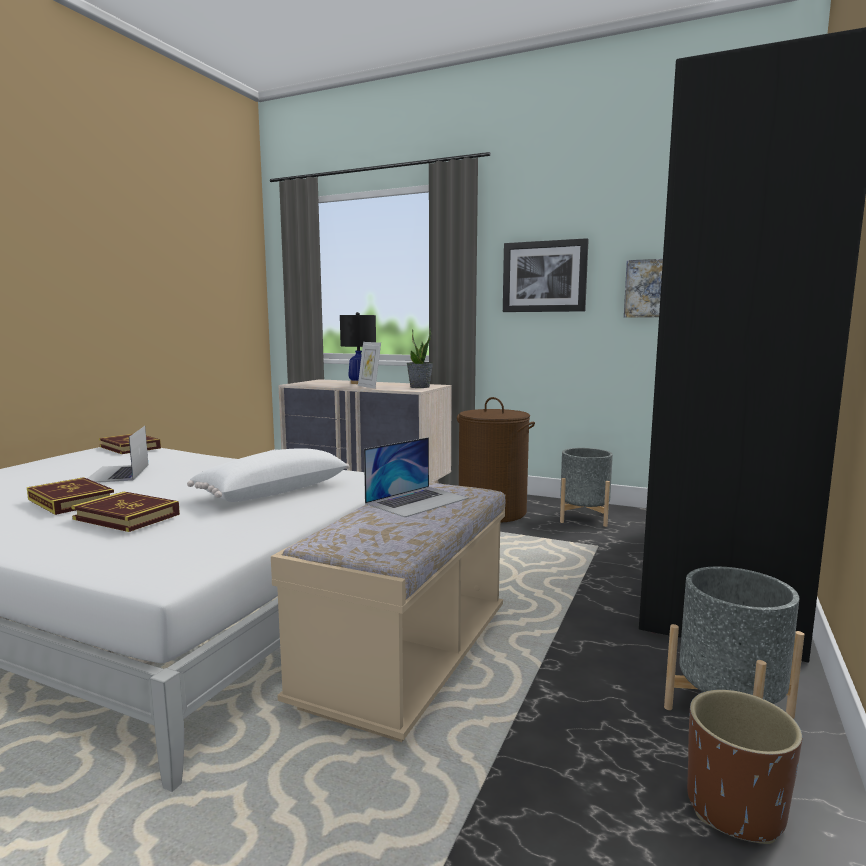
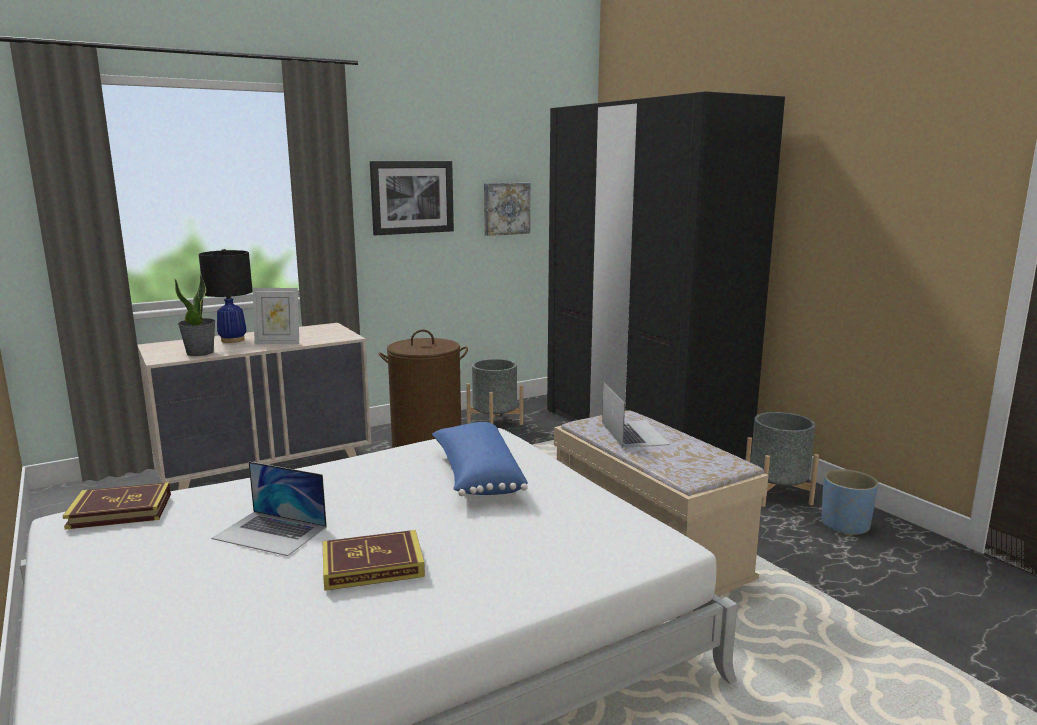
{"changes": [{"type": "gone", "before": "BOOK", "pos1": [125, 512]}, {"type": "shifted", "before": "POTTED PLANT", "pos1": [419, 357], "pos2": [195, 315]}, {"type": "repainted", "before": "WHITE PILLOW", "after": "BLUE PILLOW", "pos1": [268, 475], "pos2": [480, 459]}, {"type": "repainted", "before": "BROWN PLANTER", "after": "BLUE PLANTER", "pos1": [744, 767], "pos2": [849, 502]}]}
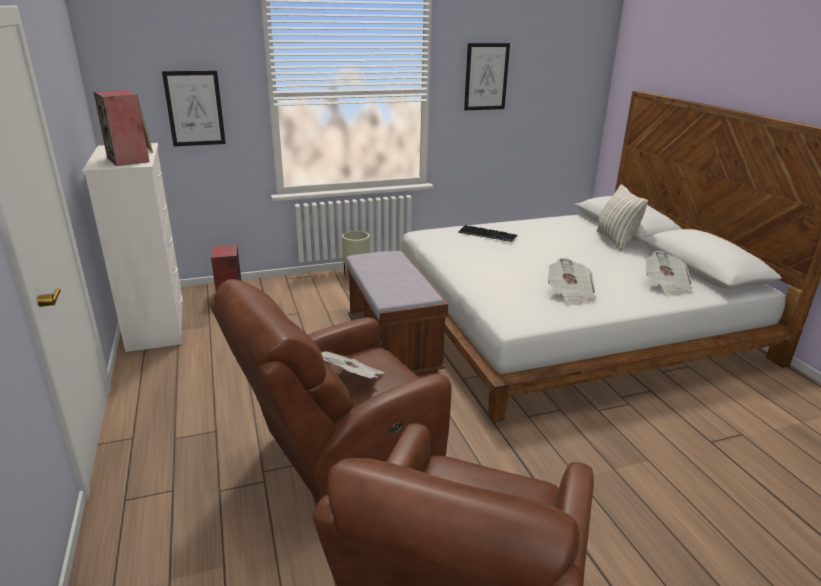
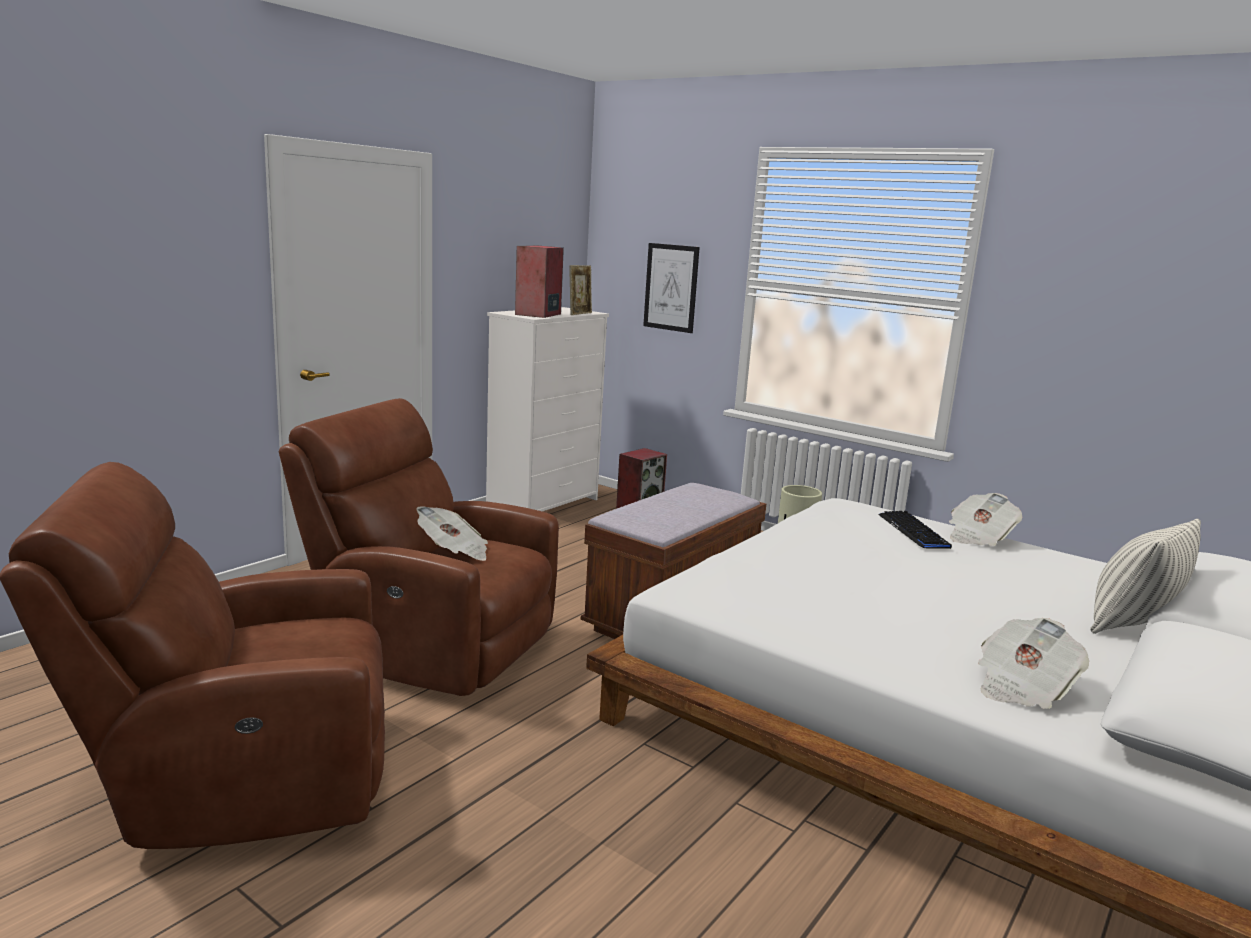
{"changes": [{"type": "gone", "before": "PICTURE", "pos1": [487, 76]}, {"type": "shifted", "before": "NEWSPAPER", "pos1": [571, 282], "pos2": [985, 519]}]}
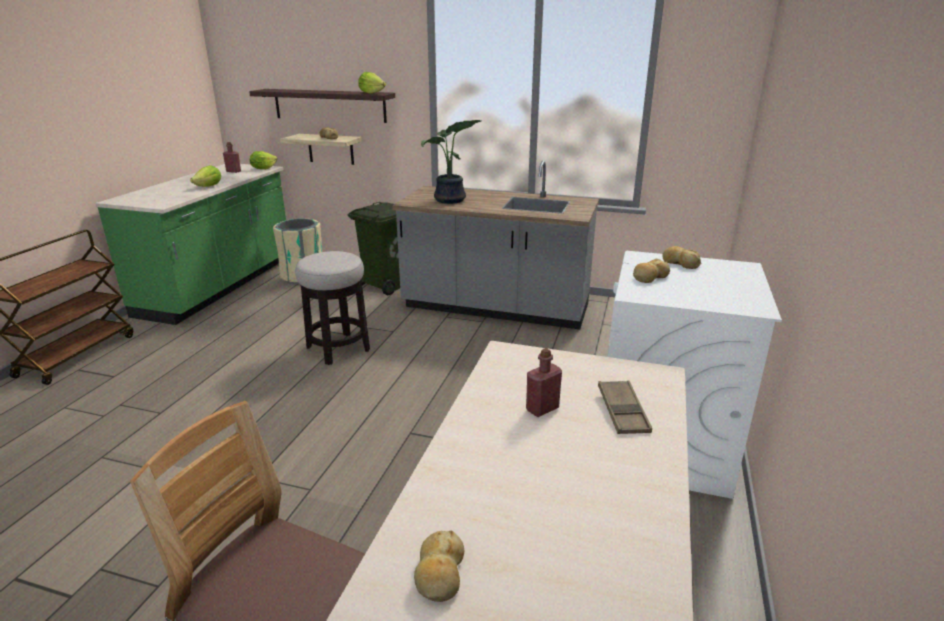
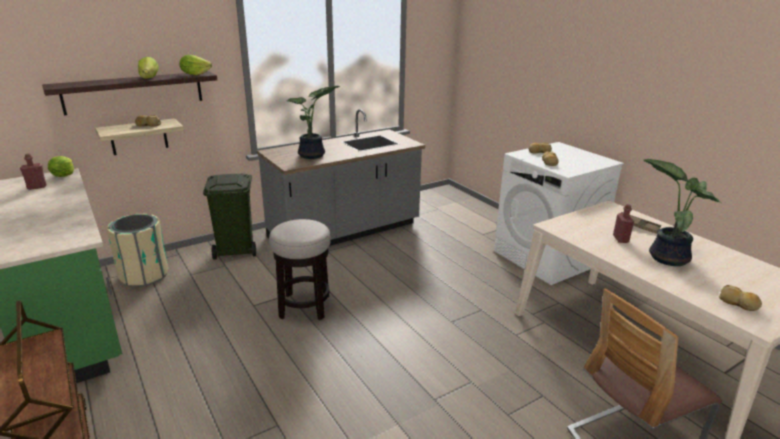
{"changes": [{"type": "new", "after": "POTTED PLANT", "pos2": [682, 212]}, {"type": "shifted", "before": "LETTUCE", "pos1": [205, 176], "pos2": [148, 68]}]}
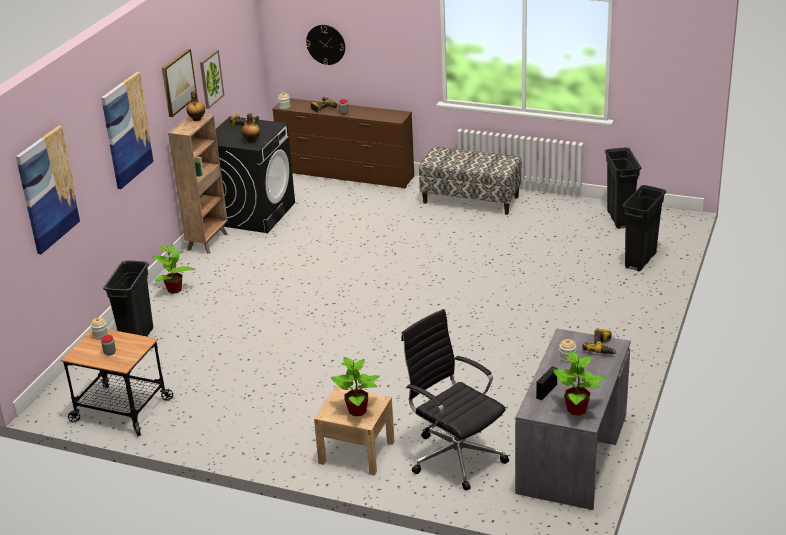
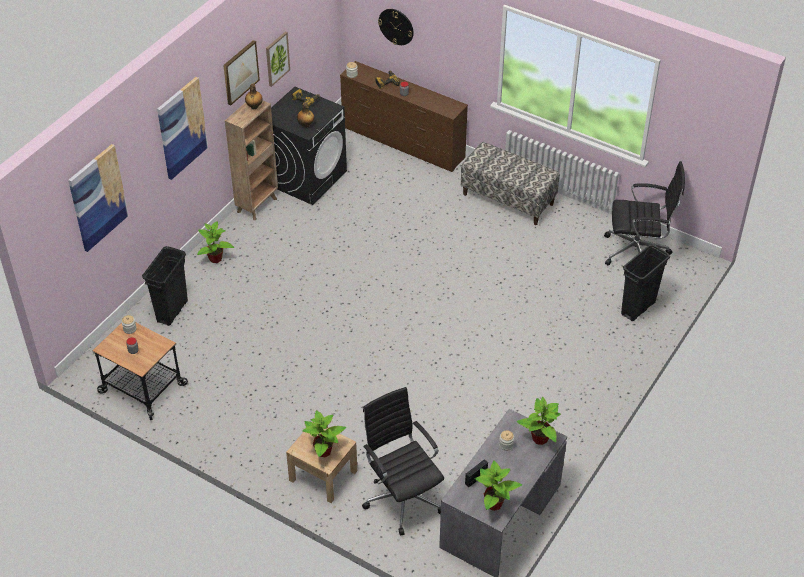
{"changes": [{"type": "swapped", "before": "POWER DRILL", "after": "POTTED PLANT", "pos1": [599, 341], "pos2": [539, 421]}, {"type": "swapped", "before": "BLACK TRASH CAN", "after": "BLACK OFFICE CHAIR", "pos1": [623, 188], "pos2": [644, 213]}]}
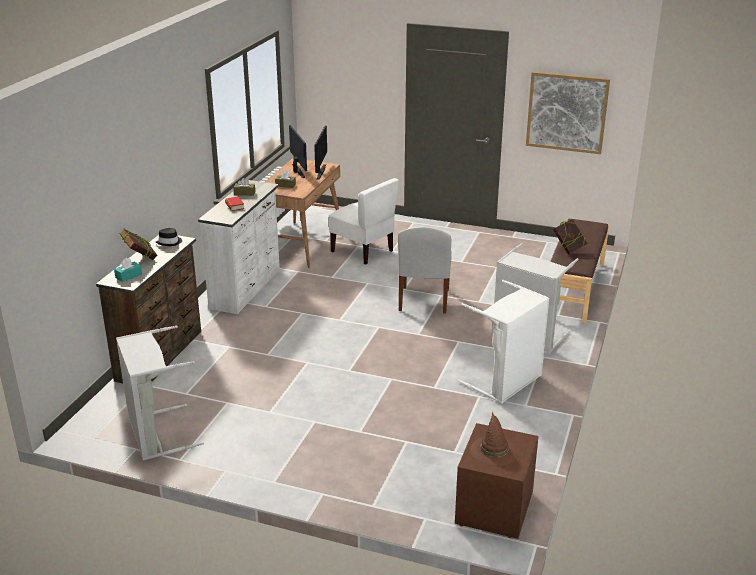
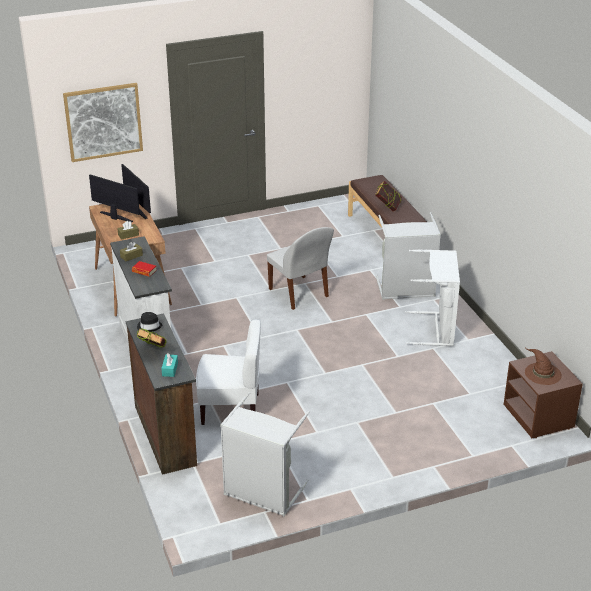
{"changes": [{"type": "shifted", "before": "WHITE CHAIR", "pos1": [364, 221], "pos2": [228, 372]}, {"type": "shifted", "before": "PICTURE", "pos1": [568, 113], "pos2": [103, 122]}]}
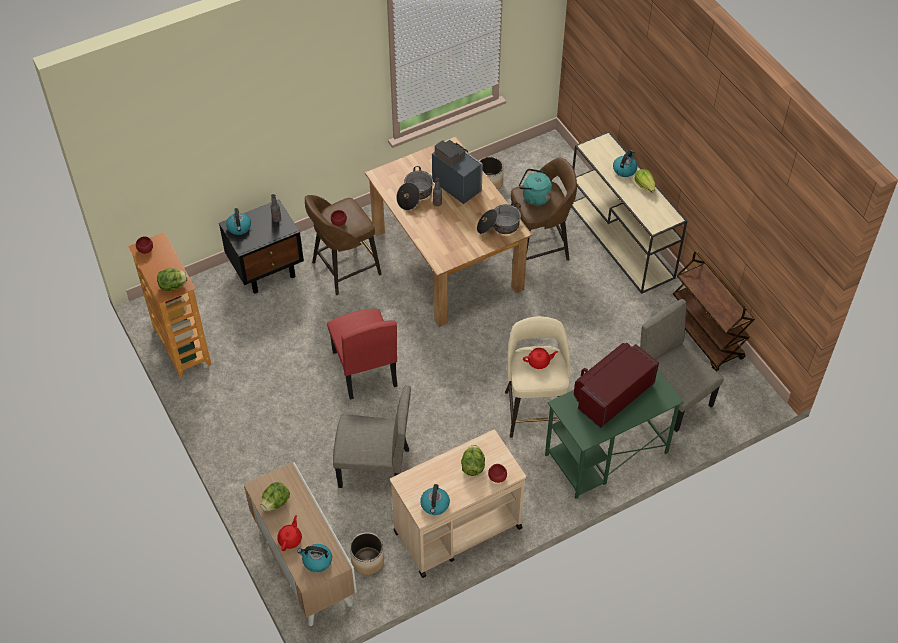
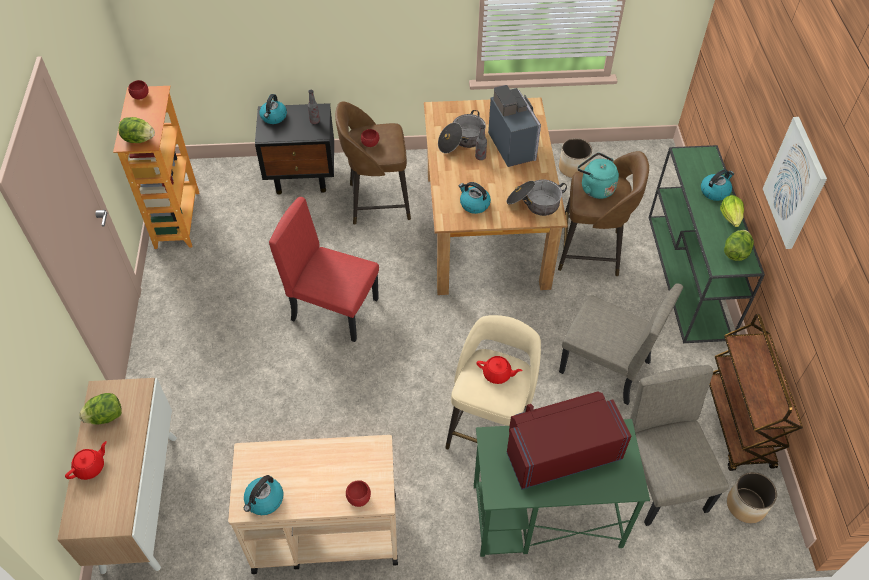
{"changes": [{"type": "new", "after": "PICTURE", "pos2": [795, 183]}, {"type": "shifted", "before": "KETTLE", "pos1": [314, 558], "pos2": [474, 198]}, {"type": "shifted", "before": "BEIGE CHAIR", "pos1": [372, 436], "pos2": [621, 344]}, {"type": "shifted", "before": "PLANTER", "pos1": [367, 554], "pos2": [752, 497]}, {"type": "shifted", "before": "LETTUCE", "pos1": [473, 460], "pos2": [739, 245]}, {"type": "repainted", "before": "BEIGE CONSOLE TABLE", "after": "GREEN CONSOLE TABLE", "pos1": [629, 213], "pos2": [707, 244]}, {"type": "rotated", "before": "RED CHAIR", "pos1": [362, 354], "pos2": [324, 269], "turn": 105}]}
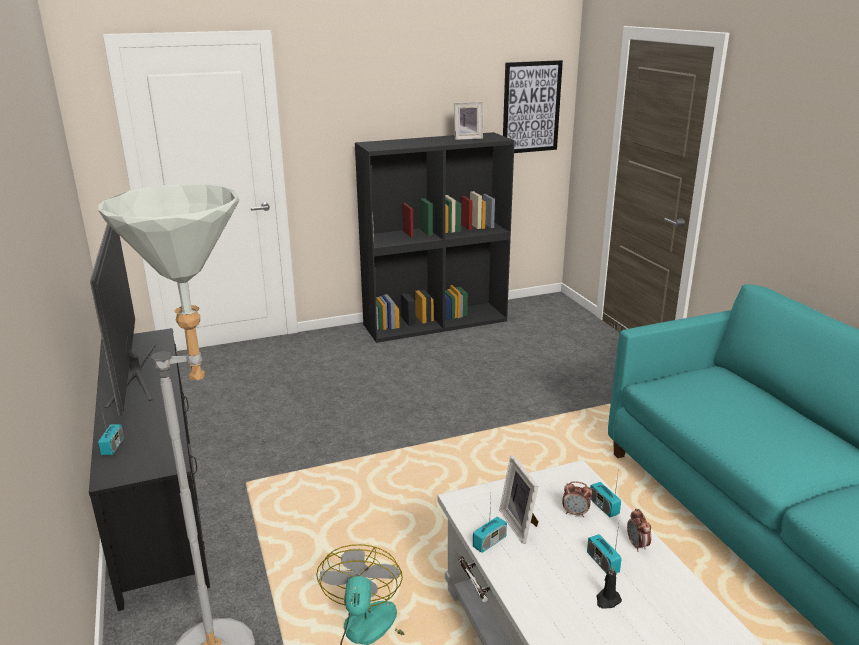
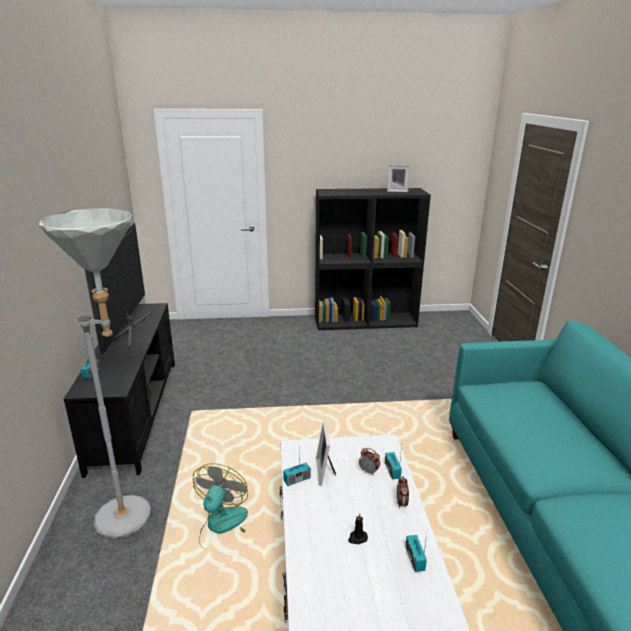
{"changes": [{"type": "gone", "before": "PICTURE", "pos1": [533, 106]}, {"type": "shifted", "before": "RADIO", "pos1": [604, 549], "pos2": [416, 553]}]}
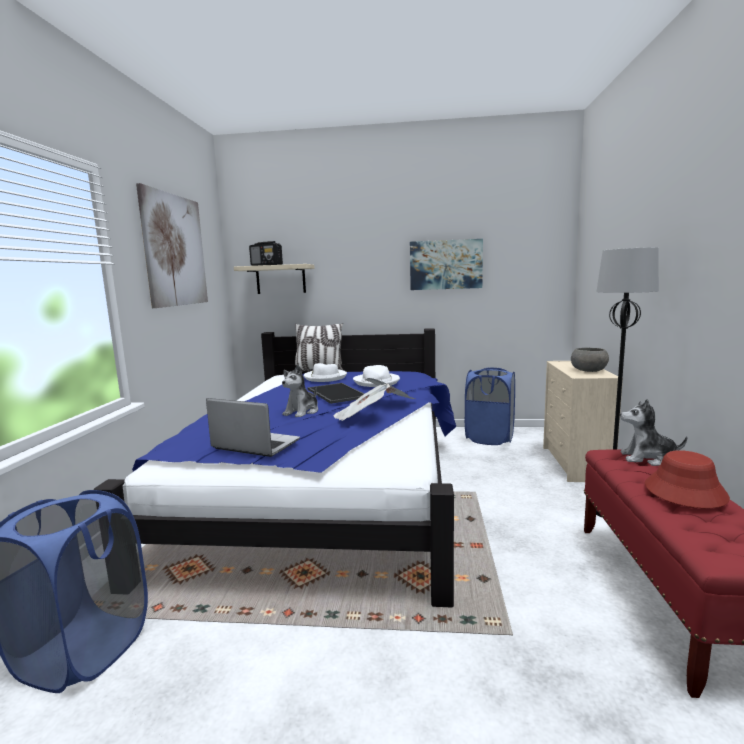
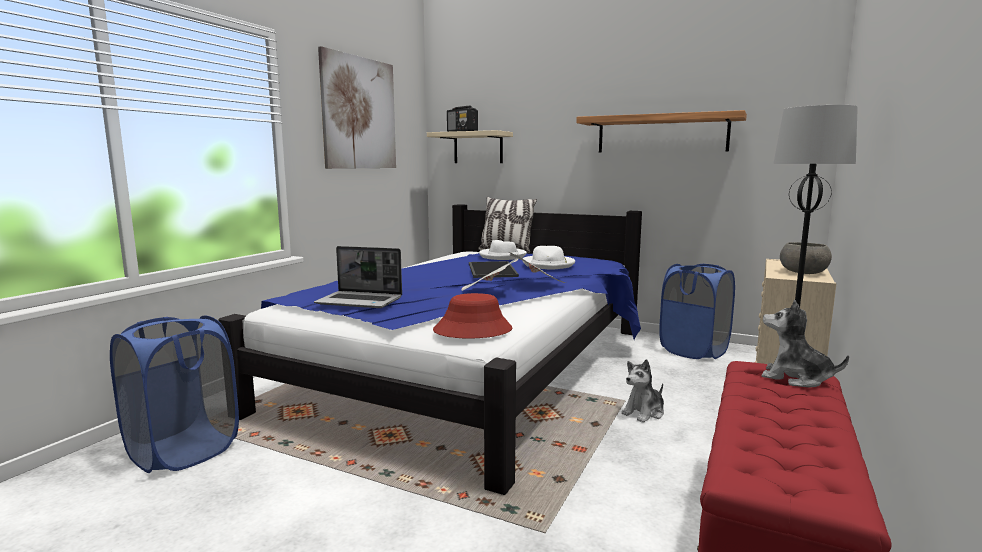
{"changes": [{"type": "shifted", "before": "PLUSH TOY", "pos1": [300, 391], "pos2": [642, 391]}, {"type": "shifted", "before": "RED HAT", "pos1": [687, 479], "pos2": [472, 316]}, {"type": "swapped", "before": "PICTURE", "after": "SHELF", "pos1": [446, 264], "pos2": [661, 131]}, {"type": "rotated", "before": "LAPTOP", "pos1": [253, 427], "pos2": [358, 277], "turn": 150}]}
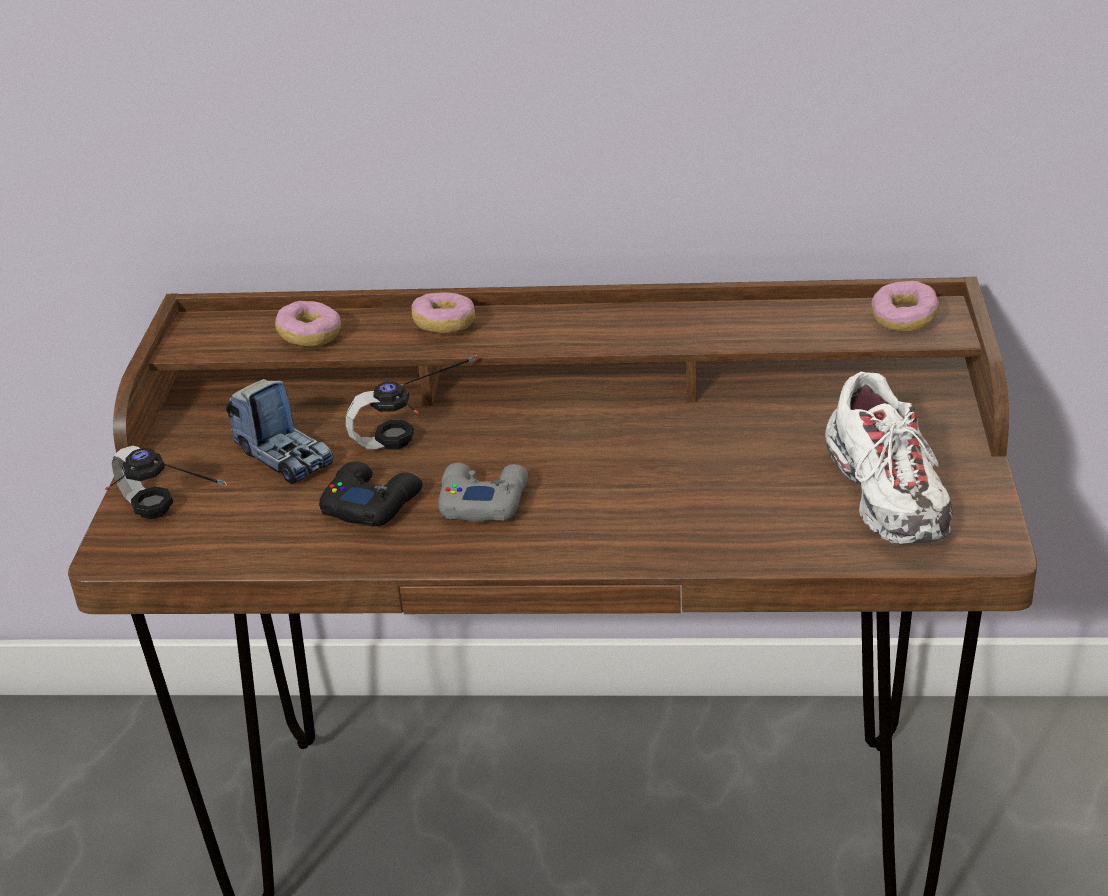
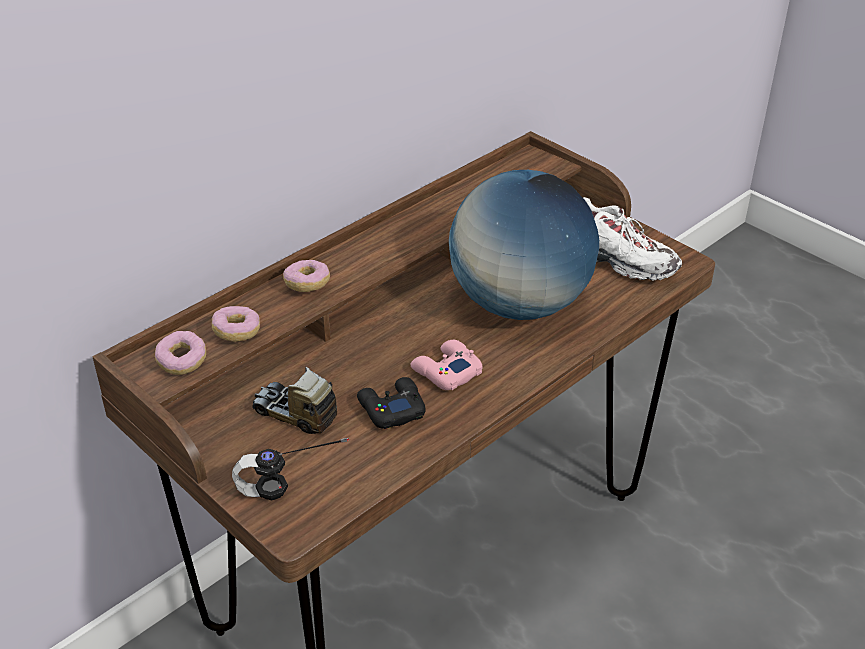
{"changes": [{"type": "gone", "before": "HEADPHONES", "pos1": [412, 402]}, {"type": "new", "after": "GLOBE", "pos2": [524, 245]}, {"type": "shifted", "before": "DONUT", "pos1": [905, 306], "pos2": [180, 353]}, {"type": "repainted", "before": "GREY GAME CONTROLLER", "after": "PINK GAME CONTROLLER", "pos1": [483, 492], "pos2": [447, 365]}, {"type": "rotated", "before": "TOY TRUCK", "pos1": [279, 432], "pos2": [294, 400], "turn": -150}]}
